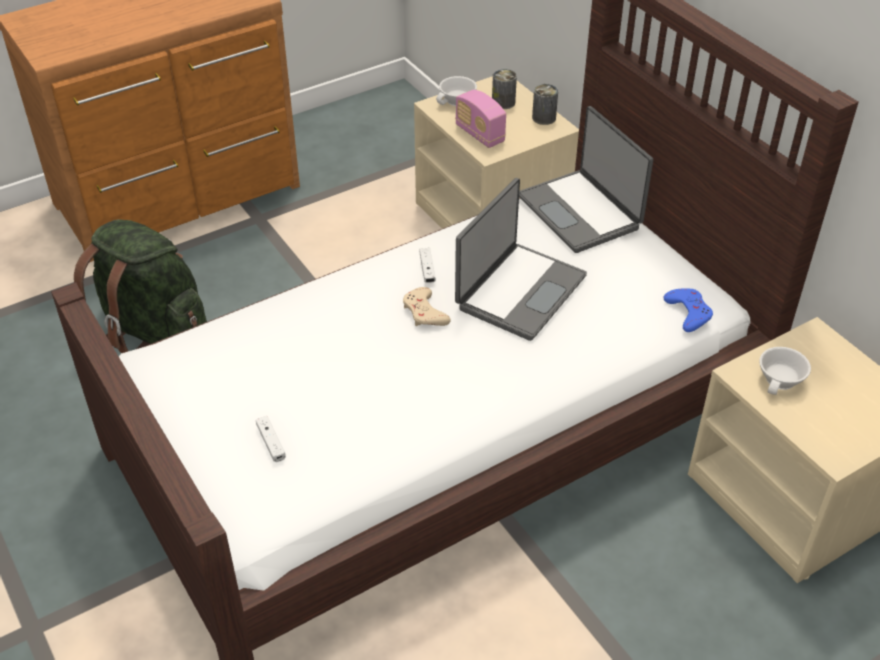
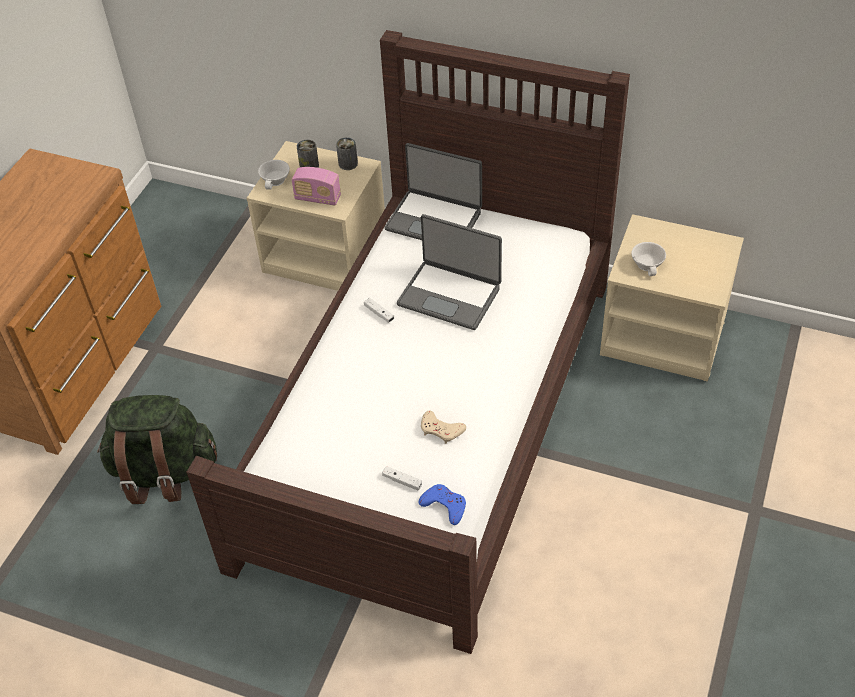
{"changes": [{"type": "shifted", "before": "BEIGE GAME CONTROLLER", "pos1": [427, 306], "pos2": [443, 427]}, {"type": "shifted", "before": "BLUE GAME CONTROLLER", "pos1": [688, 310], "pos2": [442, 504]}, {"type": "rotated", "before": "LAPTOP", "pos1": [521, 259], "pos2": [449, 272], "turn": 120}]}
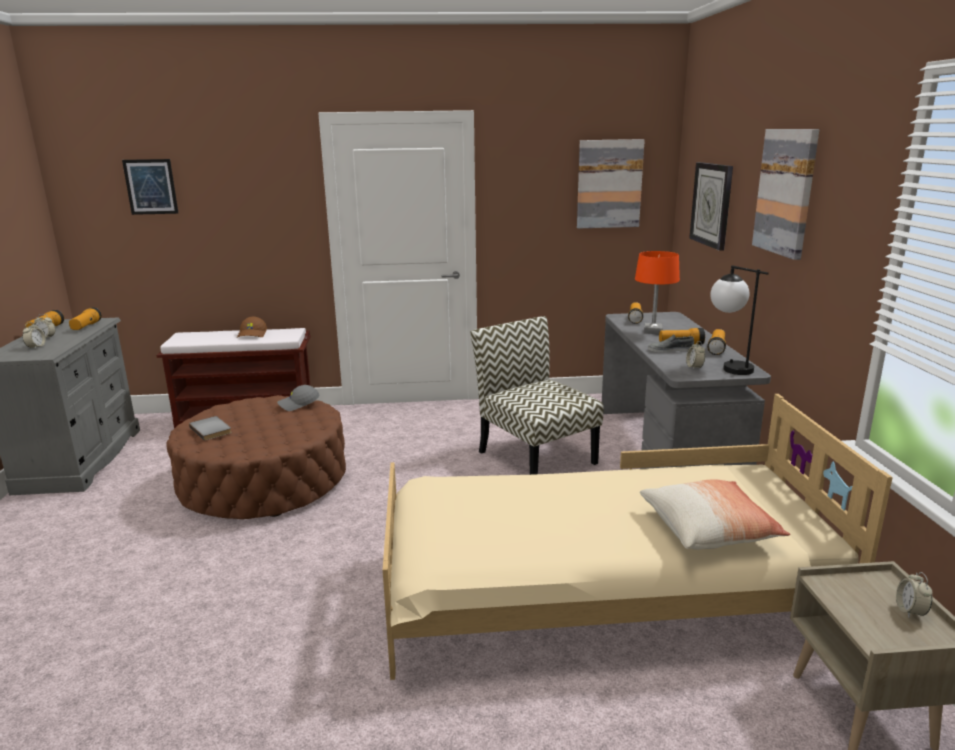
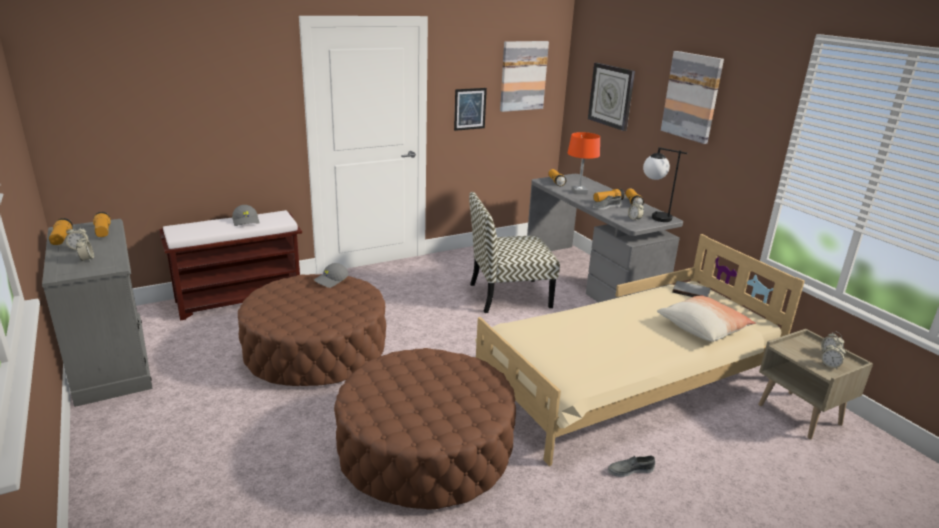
{"changes": [{"type": "new", "after": "BROWN OTTOMAN", "pos2": [425, 429]}, {"type": "new", "after": "GREY SHOE", "pos2": [631, 466]}, {"type": "new", "after": "ALARM CLOCK", "pos2": [833, 355]}, {"type": "shifted", "before": "PICTURE", "pos1": [150, 187], "pos2": [470, 109]}, {"type": "shifted", "before": "GREY BOOK", "pos1": [210, 428], "pos2": [691, 289]}, {"type": "repainted", "before": "BROWN CAP", "after": "GREY CAP", "pos1": [252, 327], "pos2": [246, 215]}, {"type": "rotated", "before": "CHAIR", "pos1": [537, 395], "pos2": [514, 252], "turn": -45}]}
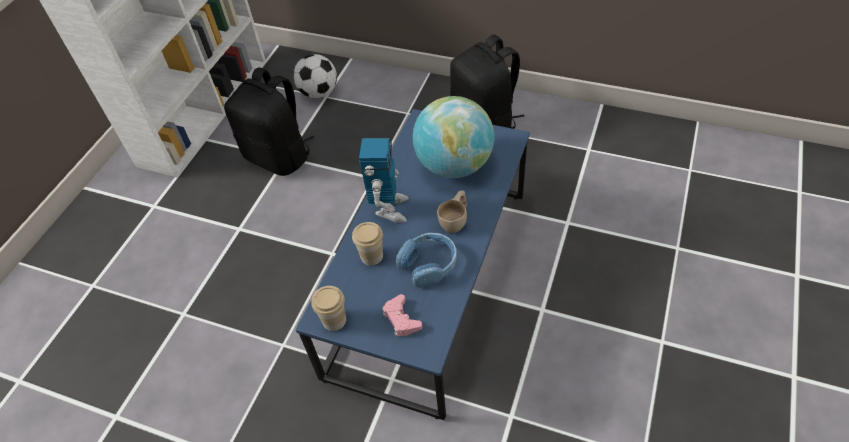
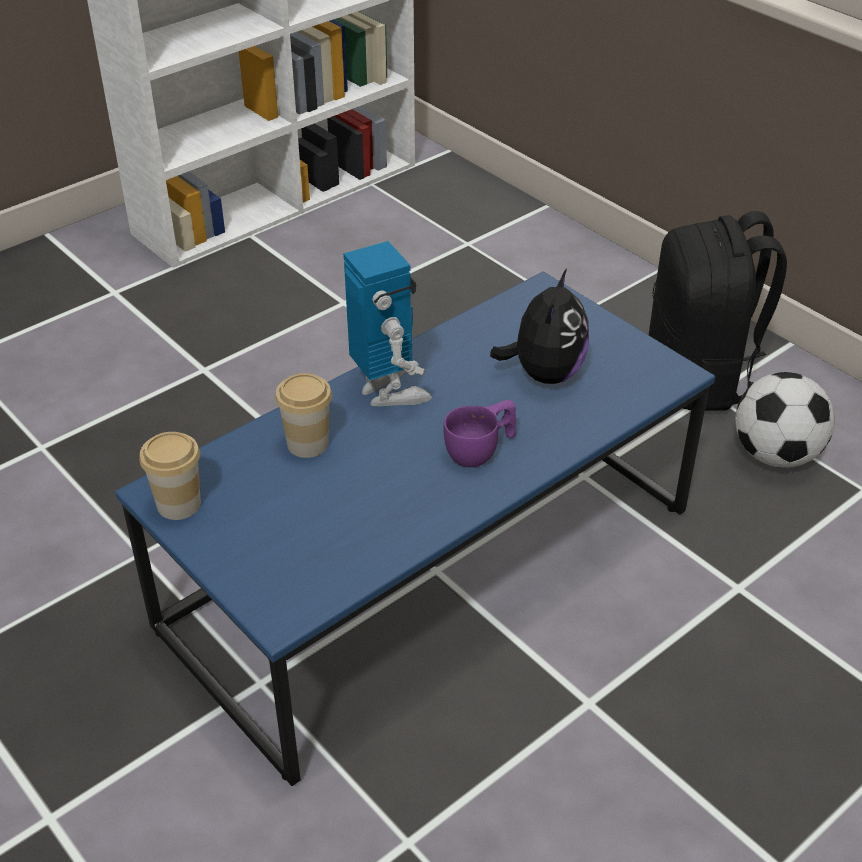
{"changes": [{"type": "gone", "before": "BLACK BACKPACK", "pos1": [269, 121]}, {"type": "gone", "before": "PINK GAME CONTROLLER", "pos1": [402, 315]}, {"type": "gone", "before": "BLUE HEADPHONES", "pos1": [426, 260]}, {"type": "shifted", "before": "FOOTBALL", "pos1": [315, 76], "pos2": [785, 420]}, {"type": "swapped", "before": "GLOBE", "after": "PLUSH TOY", "pos1": [453, 137], "pos2": [539, 326]}, {"type": "repainted", "before": "BEIGE CUP", "after": "PURPLE CUP", "pos1": [452, 211], "pos2": [479, 433]}, {"type": "rotated", "before": "TOY ROBOT", "pos1": [384, 180], "pos2": [387, 323], "turn": -60}]}
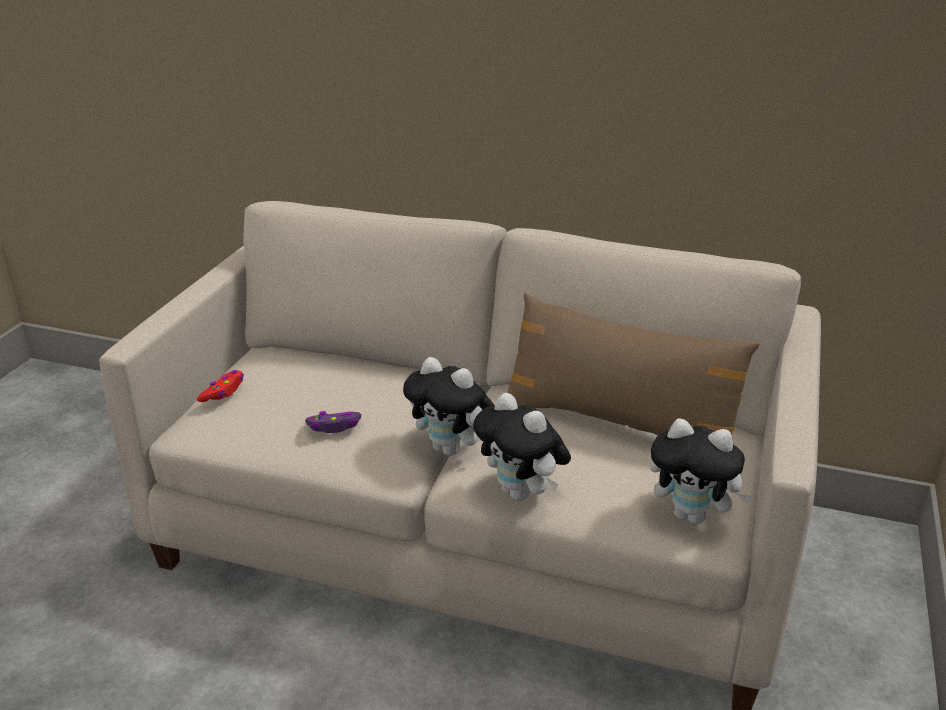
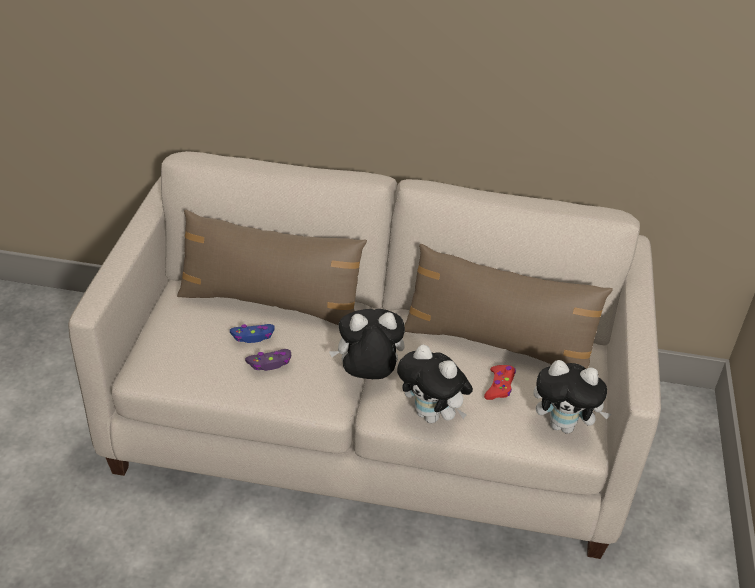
{"changes": [{"type": "new", "after": "BROWN PILLOW", "pos2": [272, 267]}, {"type": "new", "after": "BLUE GAME CONTROLLER", "pos2": [252, 333]}, {"type": "shifted", "before": "RED GAME CONTROLLER", "pos1": [220, 386], "pos2": [500, 382]}, {"type": "rotated", "before": "PLUSH TOY", "pos1": [448, 406], "pos2": [367, 344], "turn": 150}]}
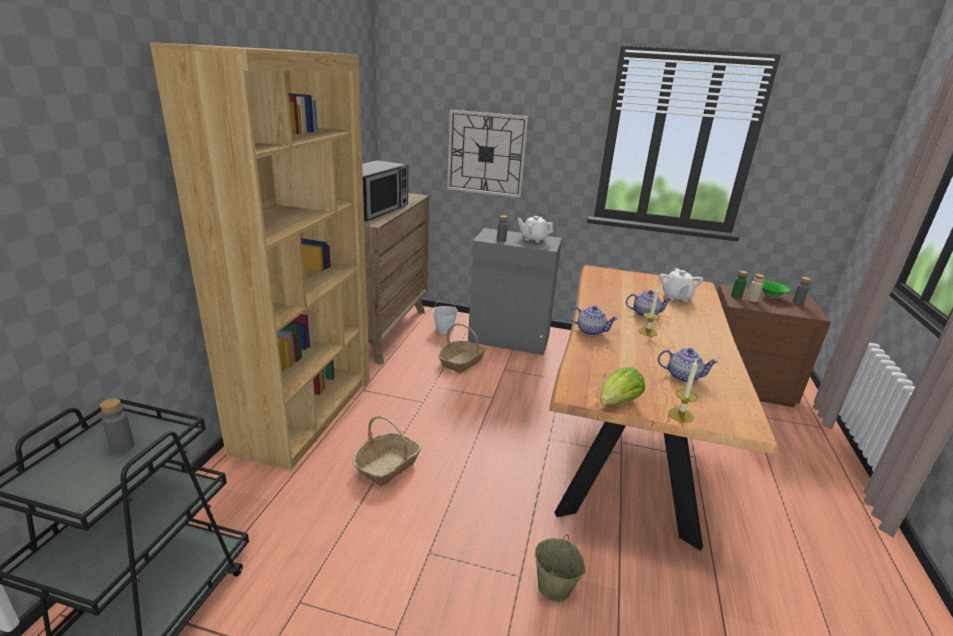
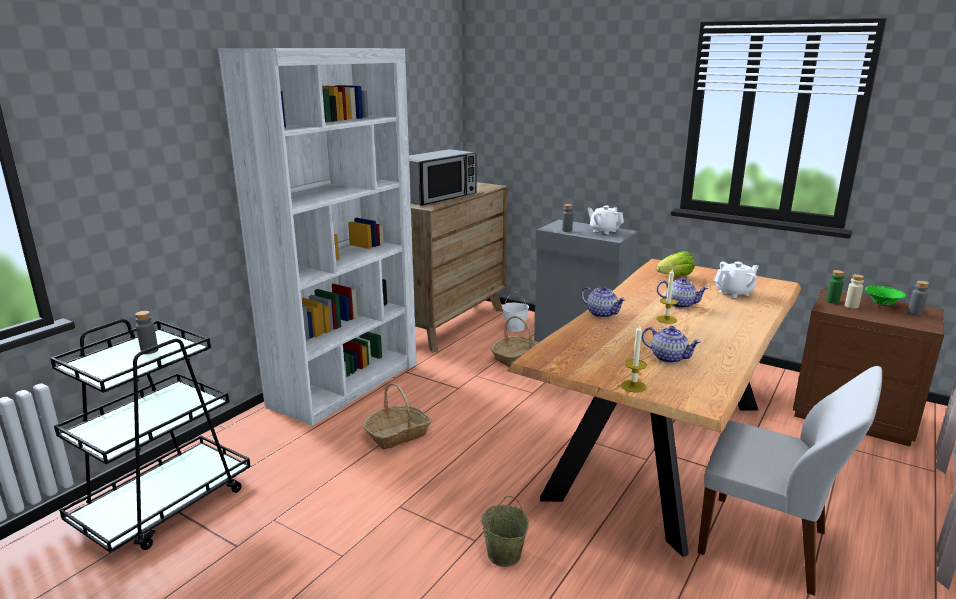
{"changes": [{"type": "gone", "before": "WALL CLOCK", "pos1": [488, 154]}, {"type": "new", "after": "WHITE CHAIR", "pos2": [789, 481]}, {"type": "shifted", "before": "LETTUCE", "pos1": [622, 386], "pos2": [675, 263]}, {"type": "repainted", "before": "BROWN BOOKCASE", "after": "WHITE BOOKCASE", "pos1": [260, 256], "pos2": [317, 237]}, {"type": "rotated", "before": "WHITE TEAPOT", "pos1": [681, 285], "pos2": [736, 279], "turn": -135}]}
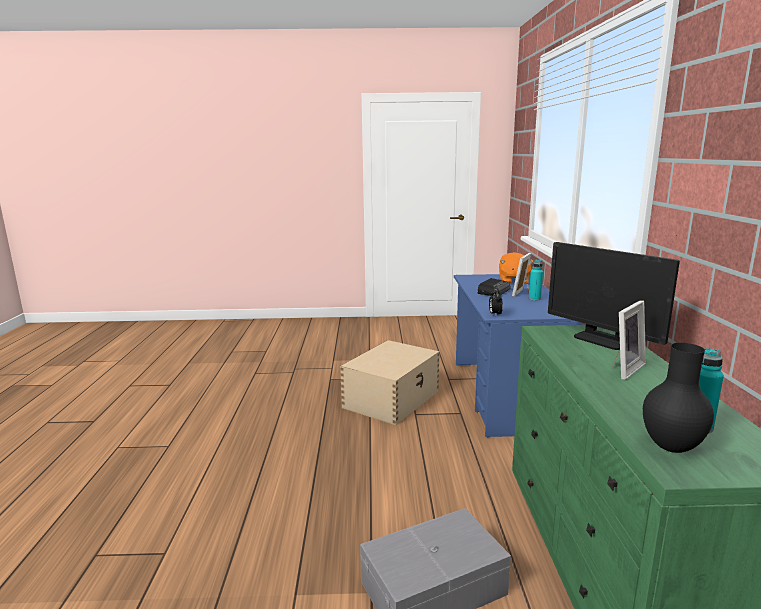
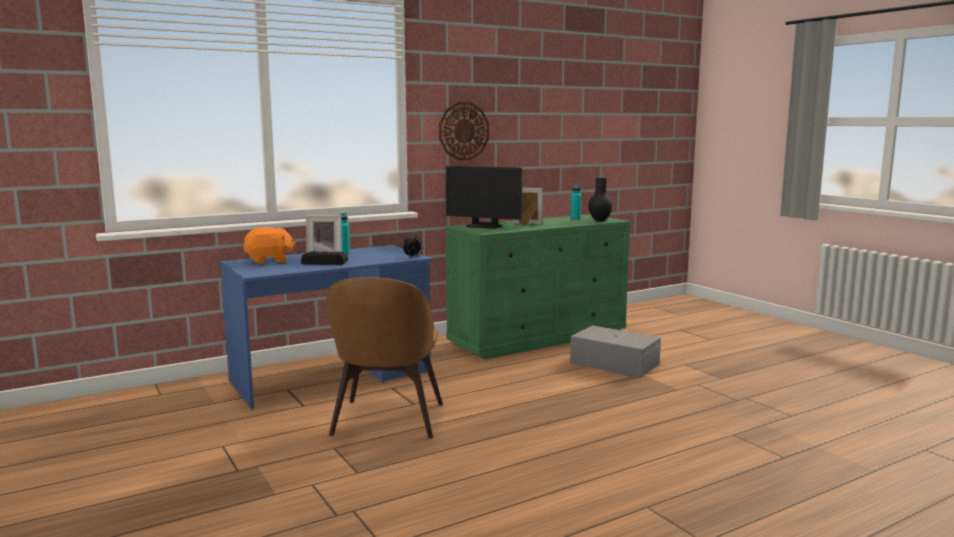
{"changes": [{"type": "new", "after": "WALL CLOCK", "pos2": [464, 131]}, {"type": "swapped", "before": "BEIGE STORAGE BOX", "after": "BROWN CHAIR", "pos1": [390, 382], "pos2": [385, 358]}, {"type": "rotated", "before": "MONITOR", "pos1": [614, 296], "pos2": [484, 197], "turn": 90}]}
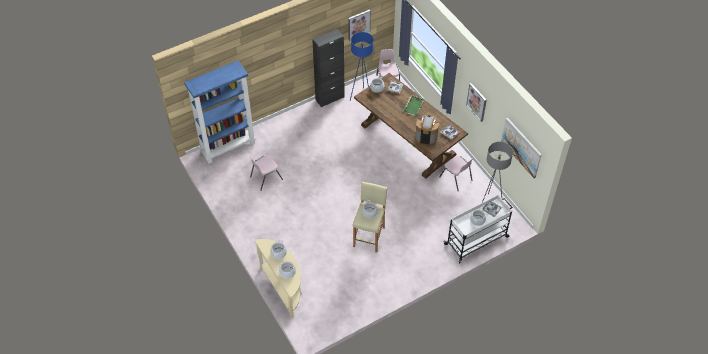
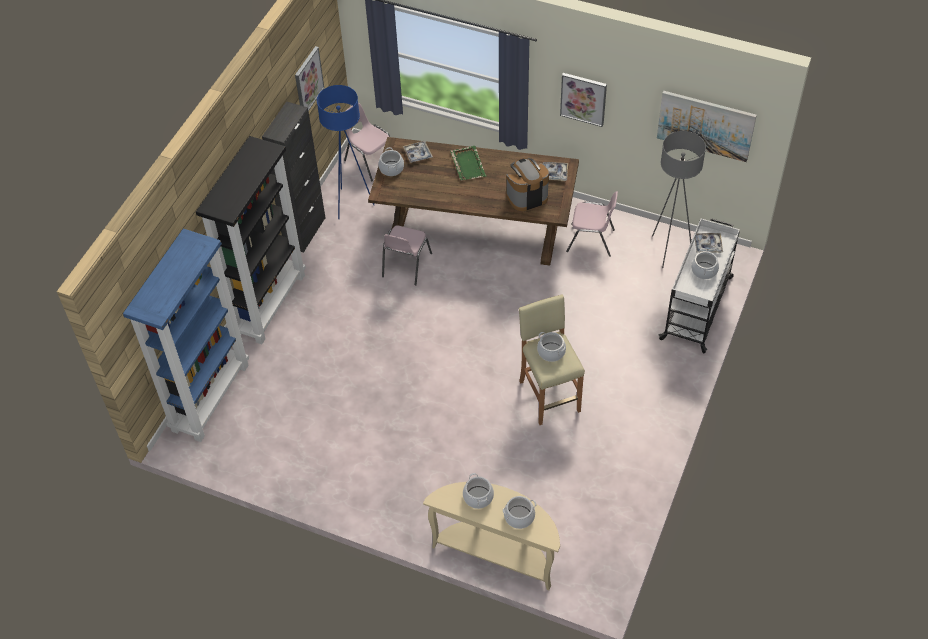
{"changes": [{"type": "new", "after": "BLACK BOOKCASE", "pos2": [251, 240]}, {"type": "shifted", "before": "PINK CHAIR", "pos1": [266, 173], "pos2": [407, 255]}]}
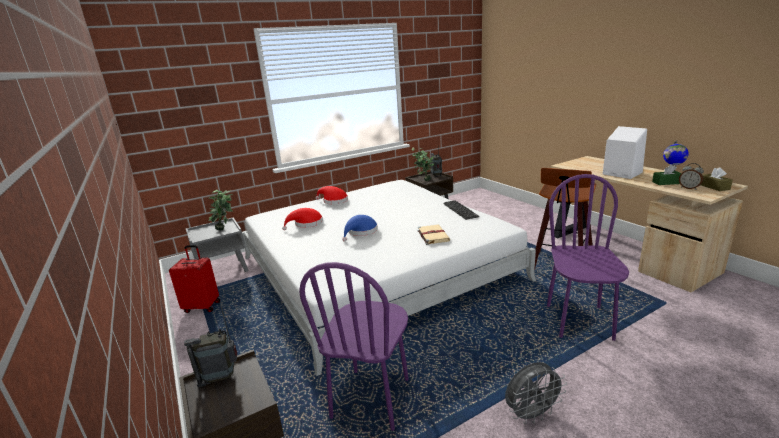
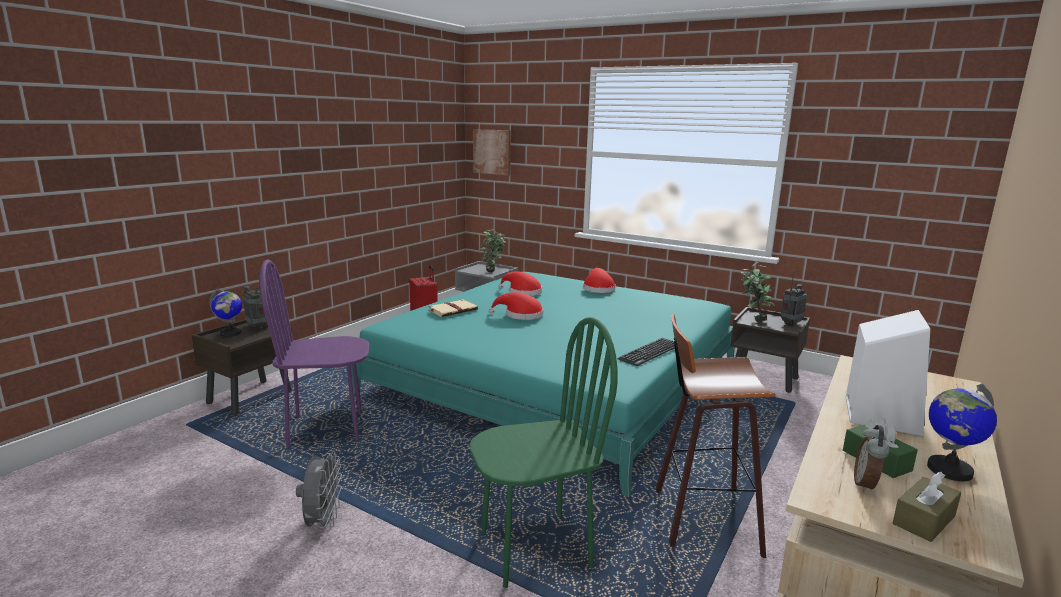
{"changes": [{"type": "new", "after": "GLOBE", "pos2": [225, 312]}, {"type": "new", "after": "PICTURE", "pos2": [492, 152]}, {"type": "shifted", "before": "BEIGE BOOK", "pos1": [433, 234], "pos2": [453, 308]}, {"type": "repainted", "before": "WHITE BED", "after": "TURQUOISE BED", "pos1": [389, 278], "pos2": [541, 384]}, {"type": "repainted", "before": "BLUE HAT", "after": "RED HAT", "pos1": [360, 228], "pos2": [516, 306]}, {"type": "repainted", "before": "PURPLE CHAIR", "after": "GREEN CHAIR", "pos1": [588, 257], "pos2": [543, 452]}, {"type": "rotated", "before": "GREY FAN", "pos1": [536, 393], "pos2": [319, 490], "turn": -135}]}
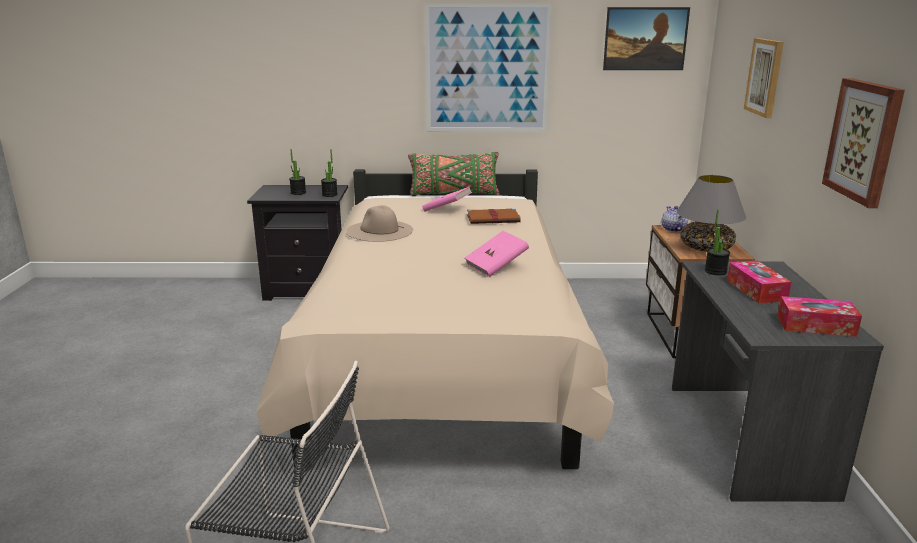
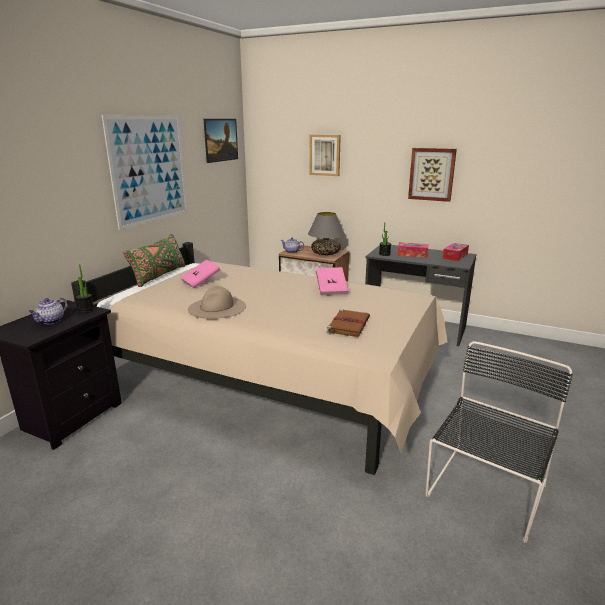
{"changes": [{"type": "shifted", "before": "BROWN BOOK", "pos1": [494, 216], "pos2": [348, 323]}, {"type": "swapped", "before": "POTTED PLANT", "after": "TEAPOT", "pos1": [297, 172], "pos2": [47, 311]}]}
